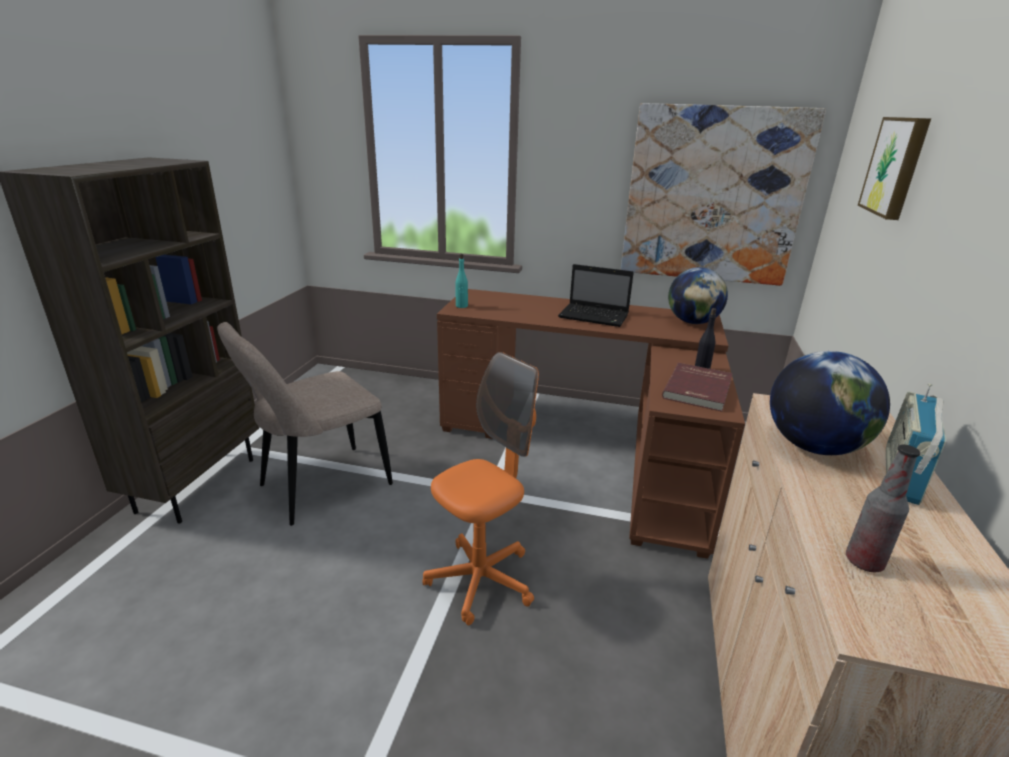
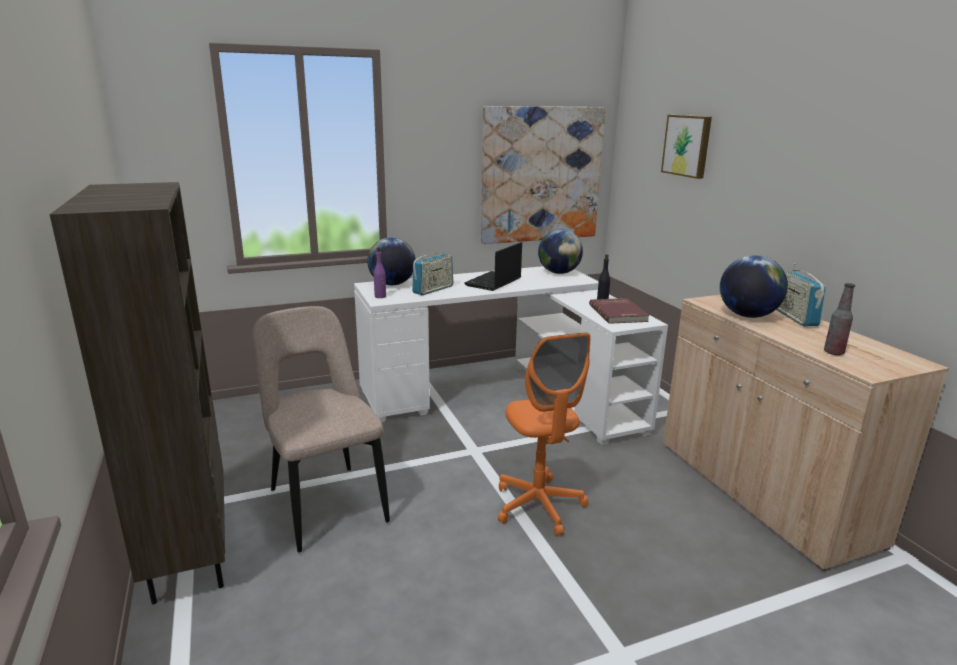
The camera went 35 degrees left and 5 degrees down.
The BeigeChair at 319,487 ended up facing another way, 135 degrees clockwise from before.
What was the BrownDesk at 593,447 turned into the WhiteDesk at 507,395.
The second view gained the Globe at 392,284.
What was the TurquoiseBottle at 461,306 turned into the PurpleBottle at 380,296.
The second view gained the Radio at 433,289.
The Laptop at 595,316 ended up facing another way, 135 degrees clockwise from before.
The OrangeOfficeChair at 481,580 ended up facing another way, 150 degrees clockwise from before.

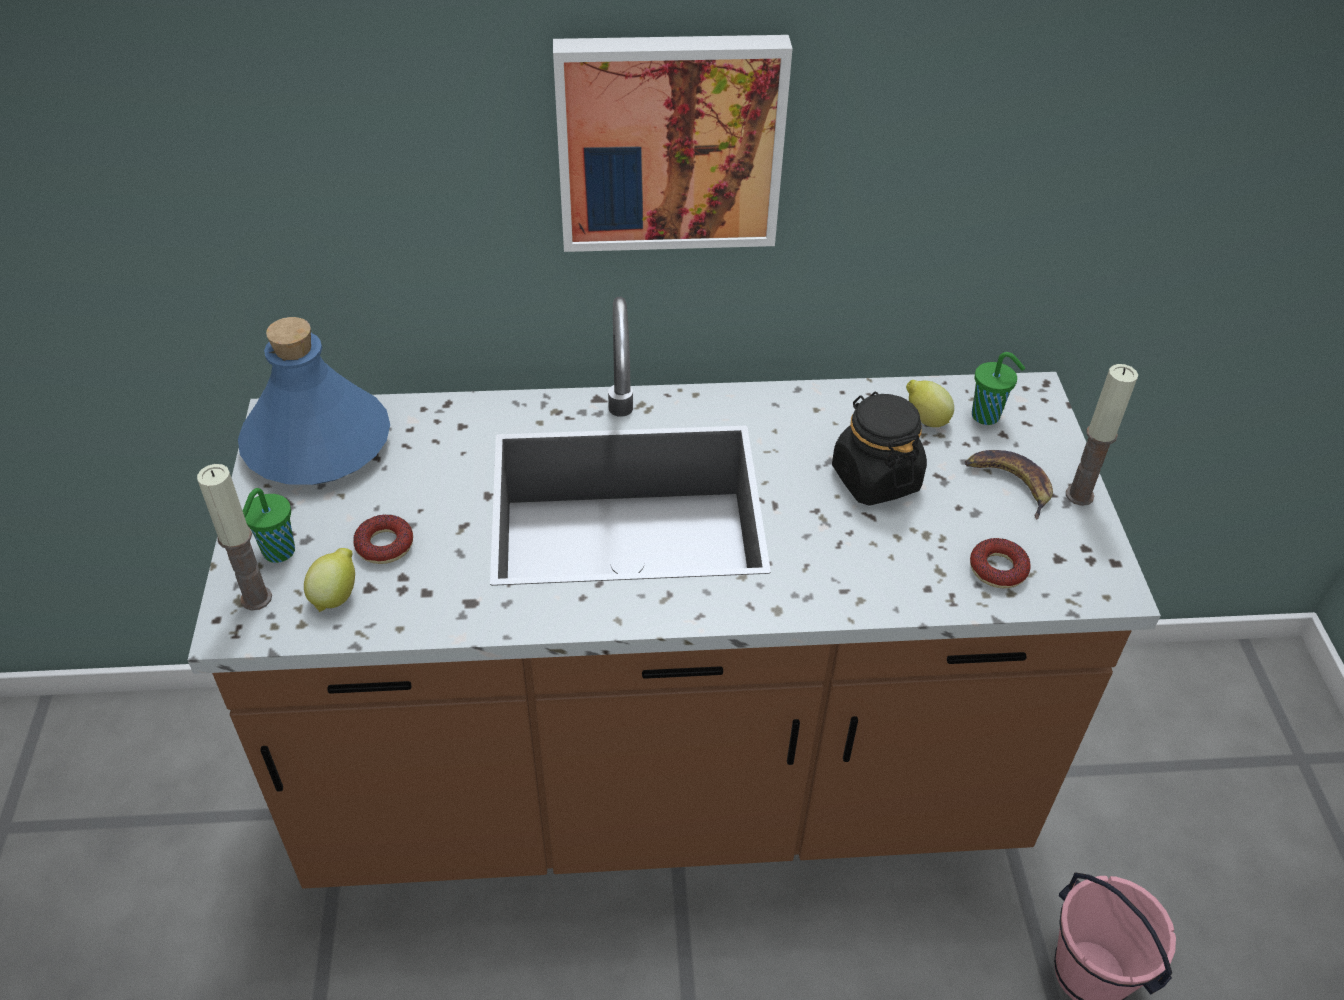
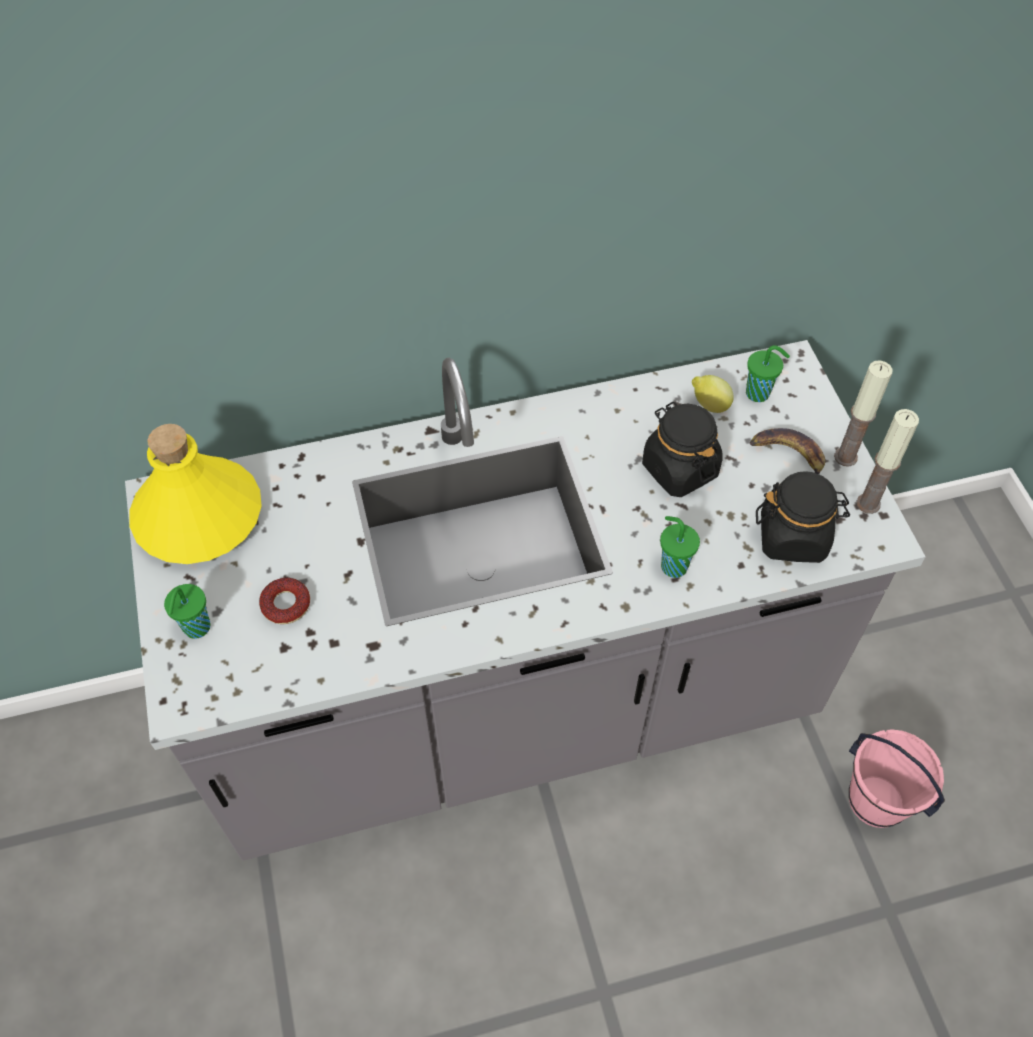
The camera went 10 degrees left and 10 degrees up.
What was the BrownCounter at 665,787 turned into the GreyCounter at 516,711.
What was the BlueBottle at 316,443 turned into the YellowBottle at 198,516.
The second view gained the GreenCup at 672,565.
Where the Donut stood at 998,569, the BlackJar came to stand at 793,537.
The Candle ended up elsewhere, having gone from 256,598 to 868,503.
The second view lost the Lemon at 336,596.
The second view lost the Picture at 669,141.

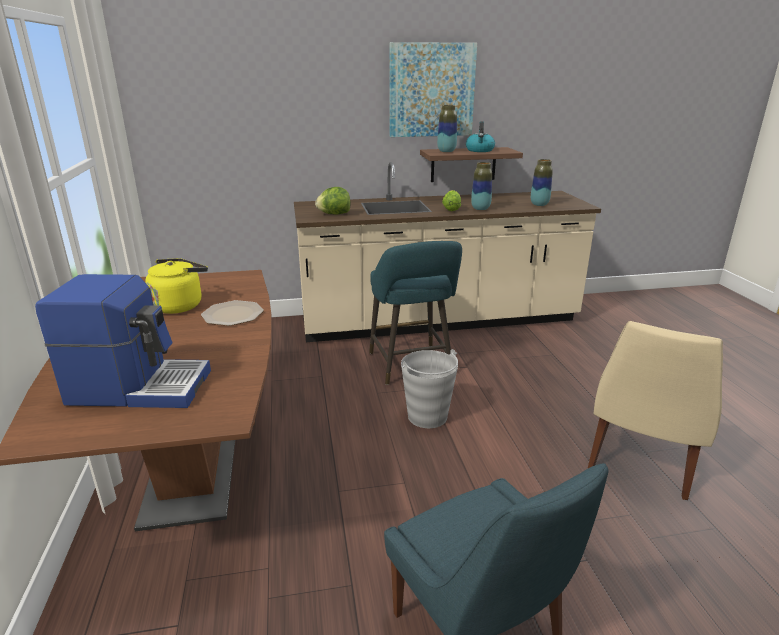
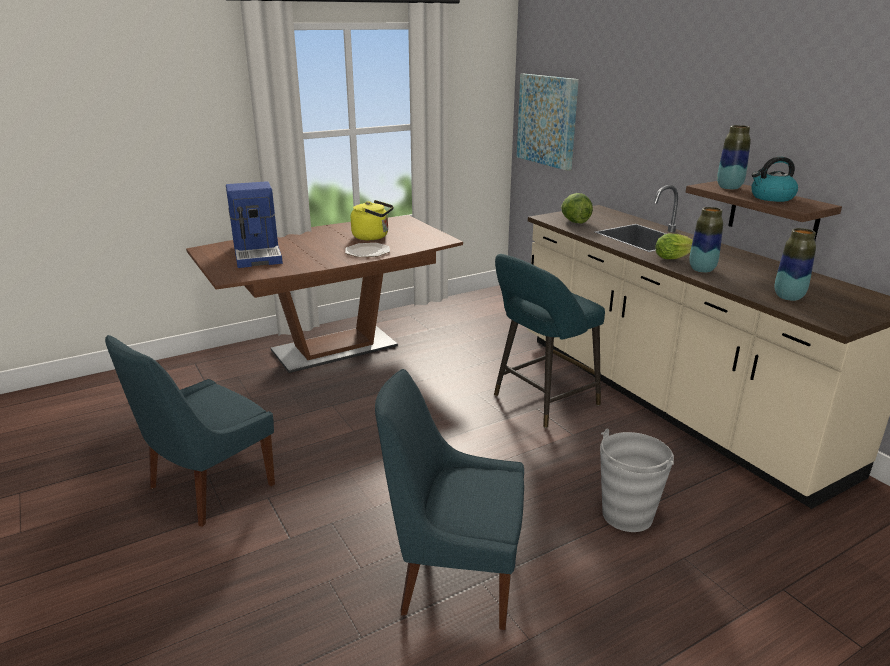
The camera went 70 degrees right and 0 degrees up.
What was the BeigeChair at 640,463 turned into the BlueChair at 454,577.
The Picture ended up elsewhere, having gone from 431,90 to 547,120.
The GreyBucket ended up elsewhere, having gone from 427,417 to 626,515.

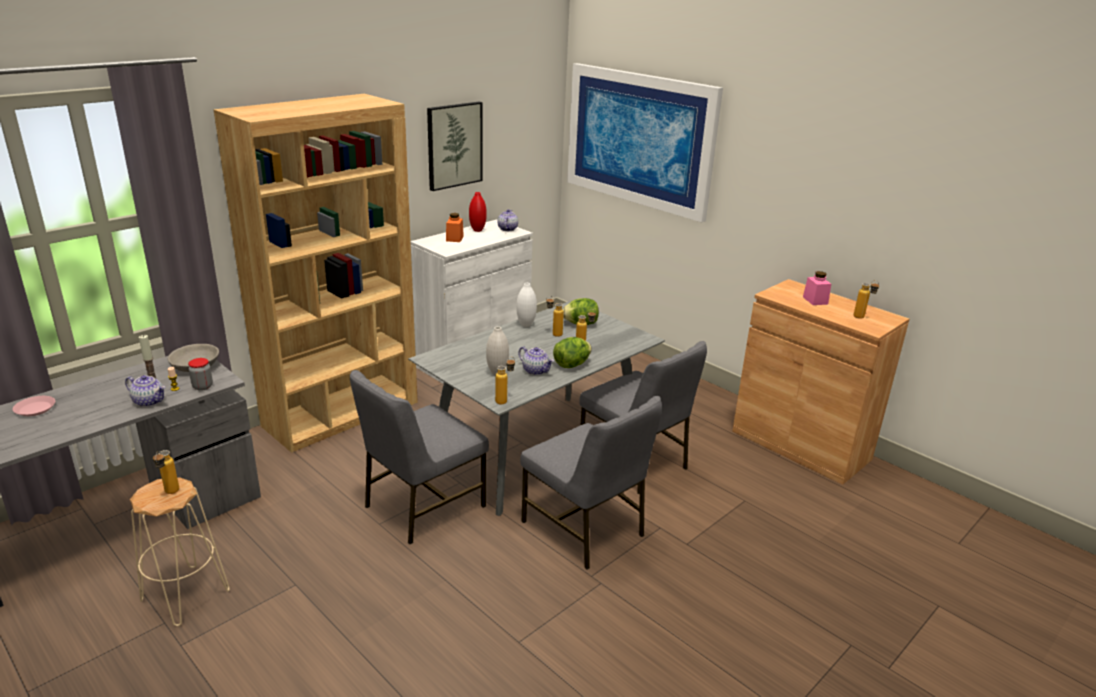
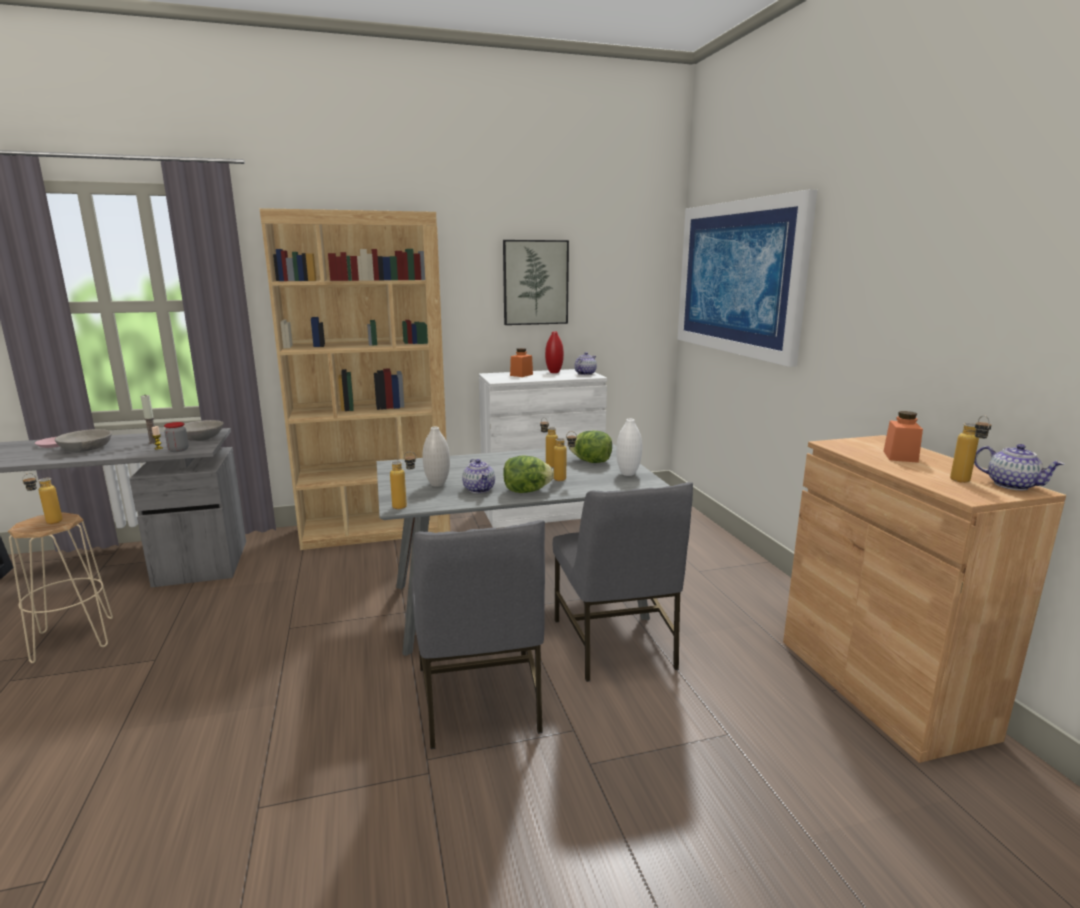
The camera went 30 degrees right and 10 degrees down.
The second view gained the GreyBowl at 86,449.
The WhiteVase ended up elsewhere, having gone from 526,324 to 628,474.
What was the PinkJar at 815,300 turned into the OrangeJar at 900,456.
The Teapot ended up elsewhere, having gone from 149,401 to 1012,485.
The second view lost the GreyChair at 422,506.

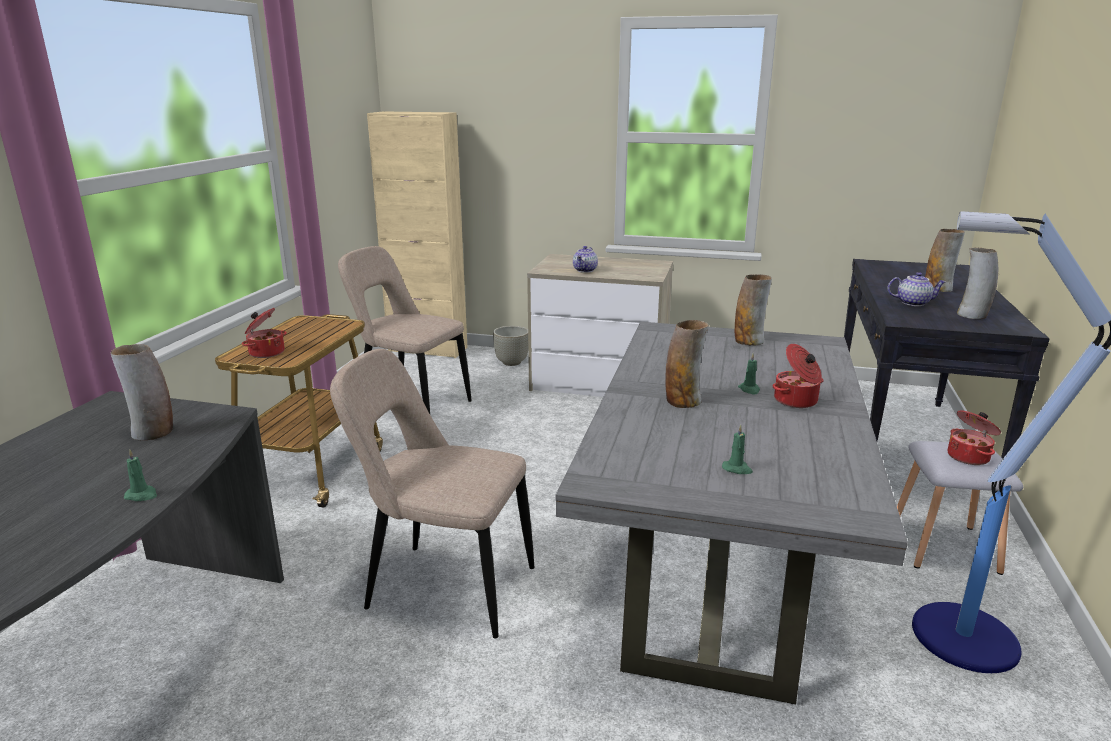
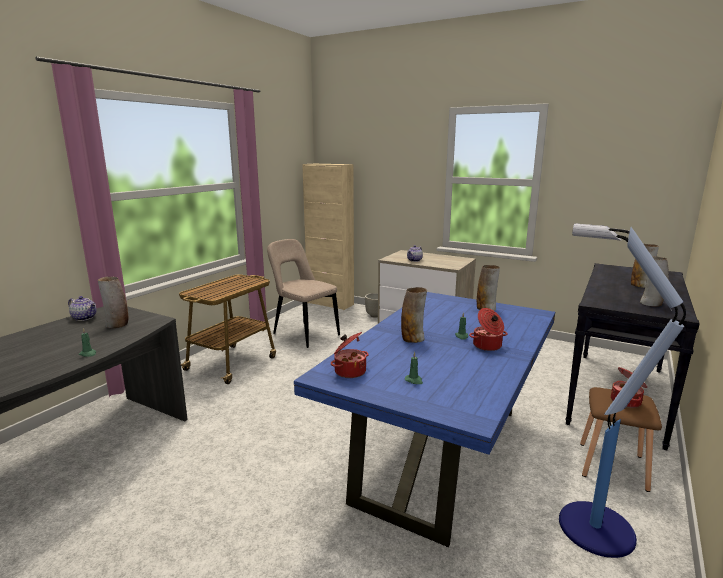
The camera went 15 degrees right and 5 degrees down.
The Teapot ended up elsewhere, having gone from 913,303 to 85,318.
What was the GreyDiningTable at 715,566 turned into the BlueDiningTable at 440,452.
The CookingPot ended up elsewhere, having gone from 266,352 to 349,371.
What was the GreyStool at 945,547 turned into the BrownStool at 613,466.
The second view lost the BeigeChair at 444,587.

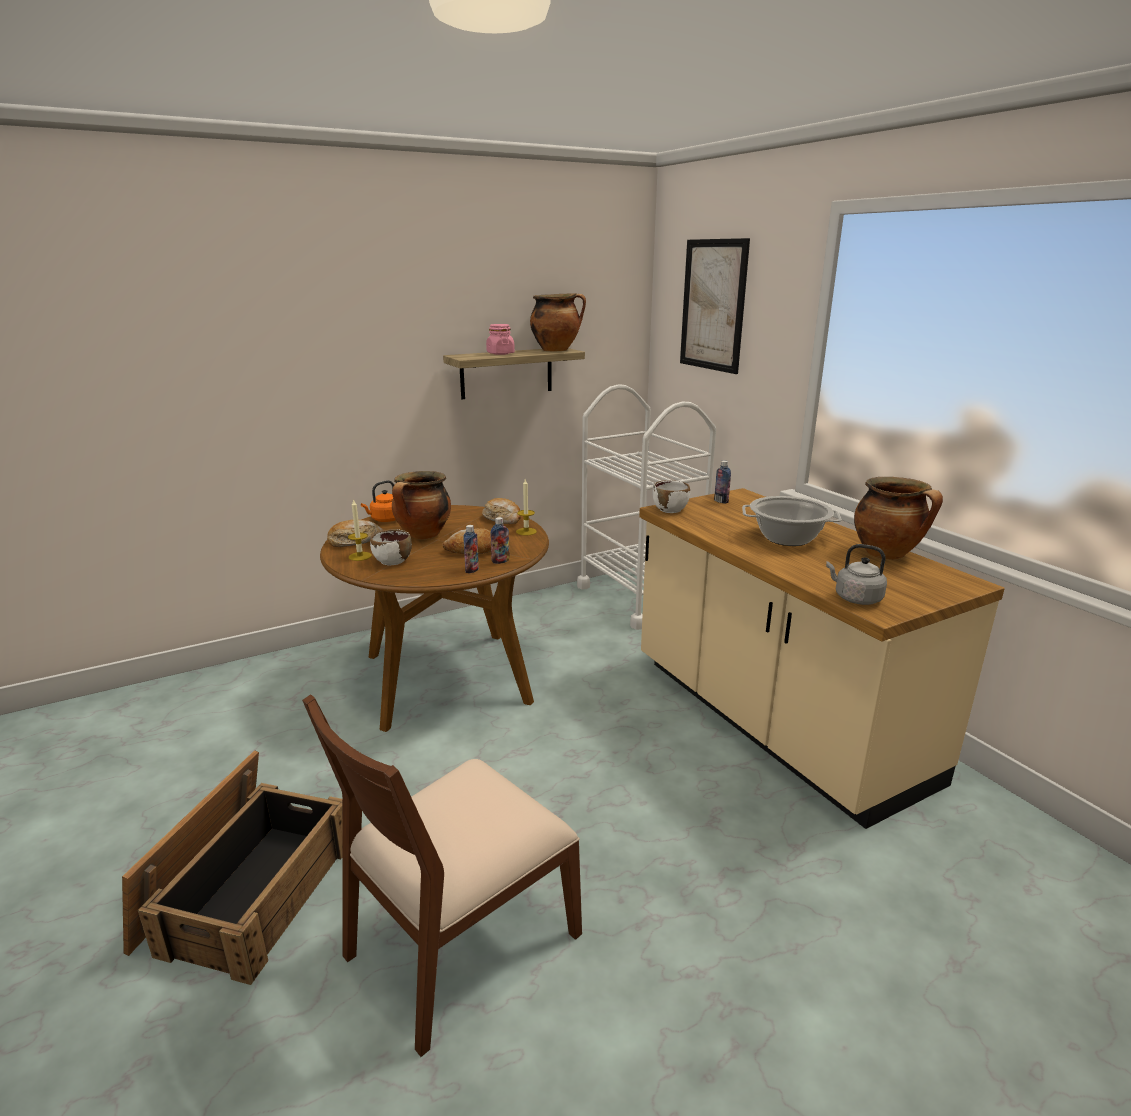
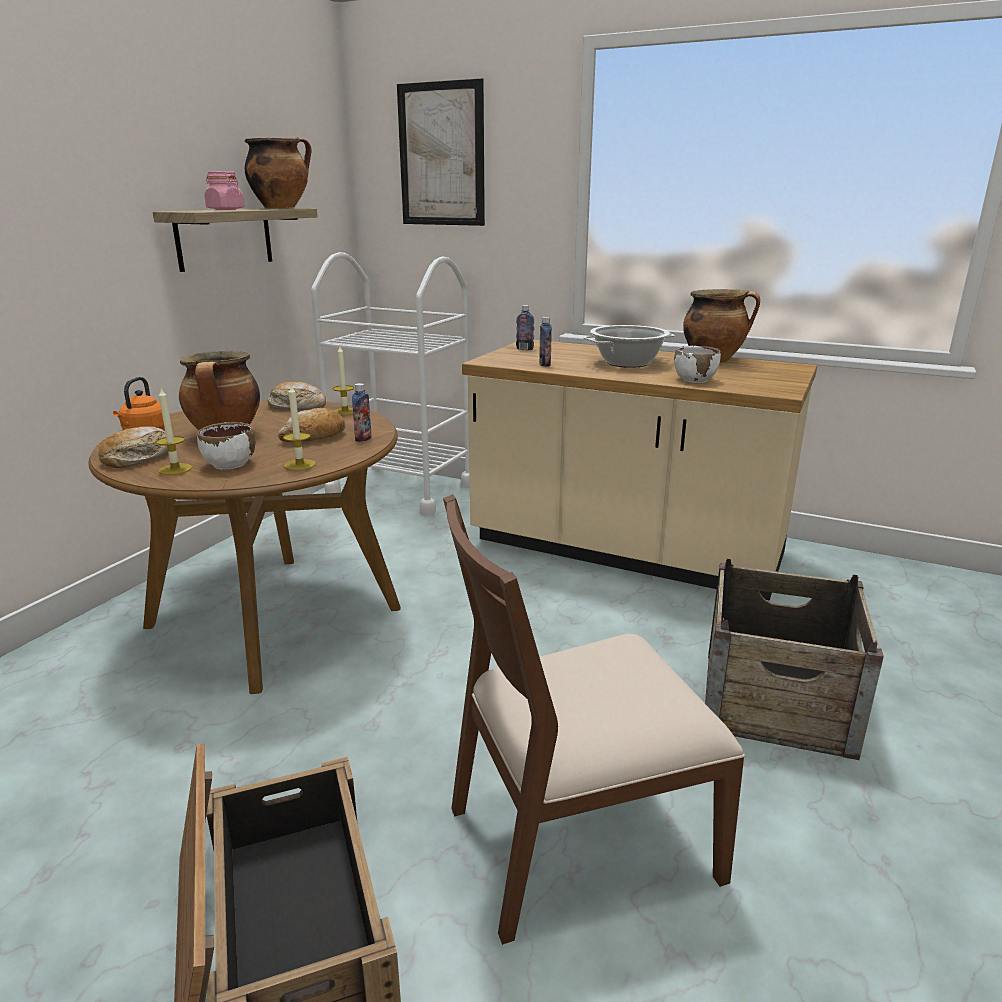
The camera went 35 degrees left and 0 degrees up.
The second view gained the Candle at 300,465.
The BrownChair at 459,942 ended up facing another way, 60 degrees clockwise from before.
The Bottle ended up elsewhere, having gone from 472,570 to 545,364.
The WhiteBowl ended up elsewhere, having gone from 670,509 to 695,380.
The second view gained the Crate at 777,700.
The second view lost the GreyKettle at 855,598.

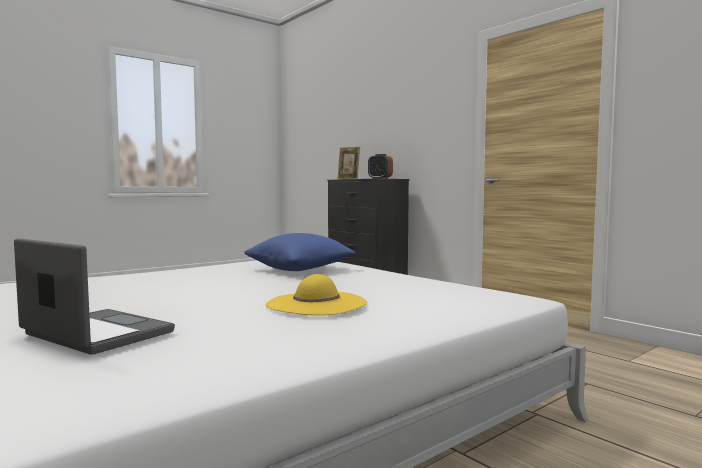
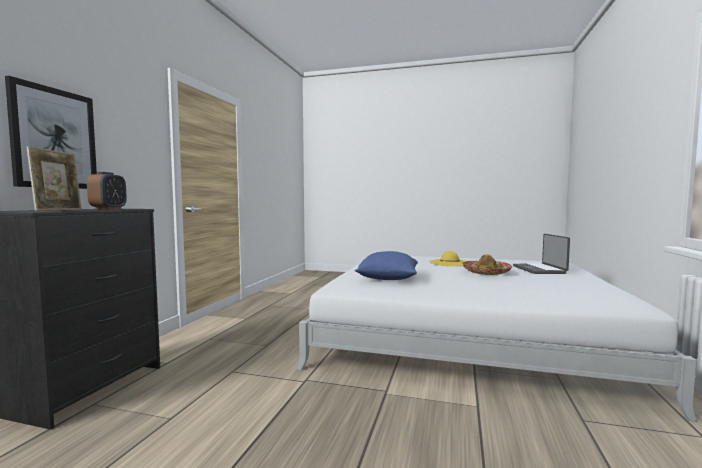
The camera went 125 degrees left and 0 degrees up.
The second view gained the Picture at 54,138.
The second view gained the Hat at 486,272.

